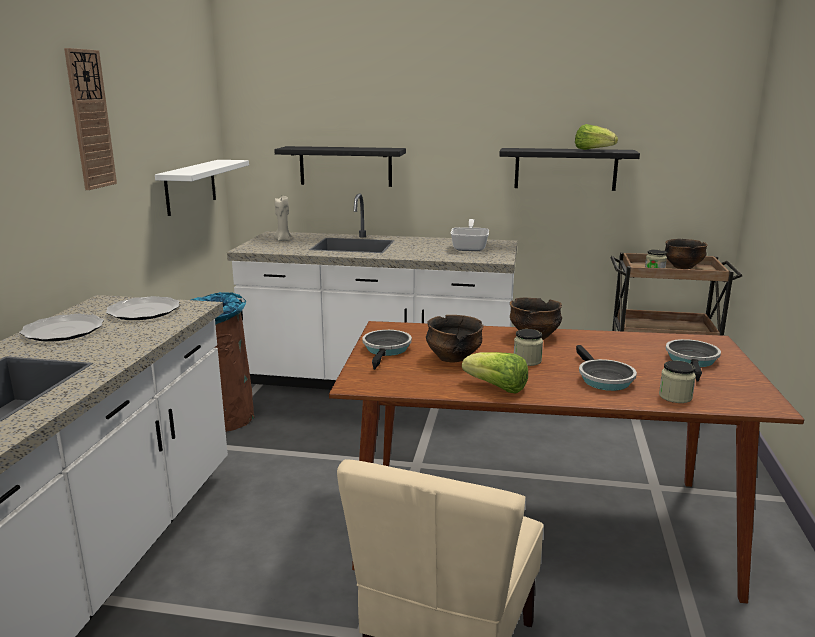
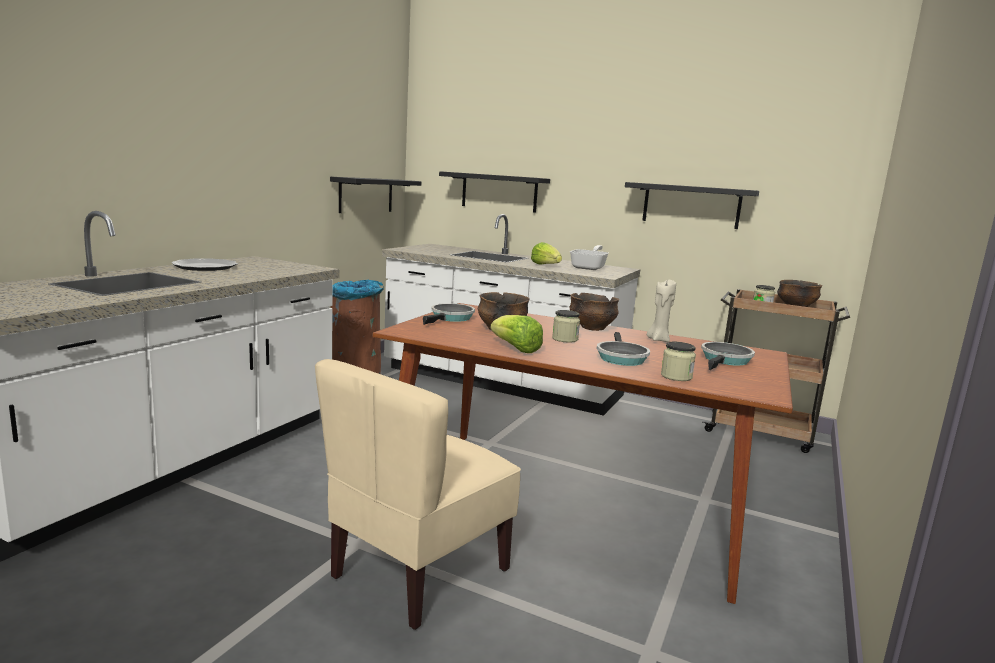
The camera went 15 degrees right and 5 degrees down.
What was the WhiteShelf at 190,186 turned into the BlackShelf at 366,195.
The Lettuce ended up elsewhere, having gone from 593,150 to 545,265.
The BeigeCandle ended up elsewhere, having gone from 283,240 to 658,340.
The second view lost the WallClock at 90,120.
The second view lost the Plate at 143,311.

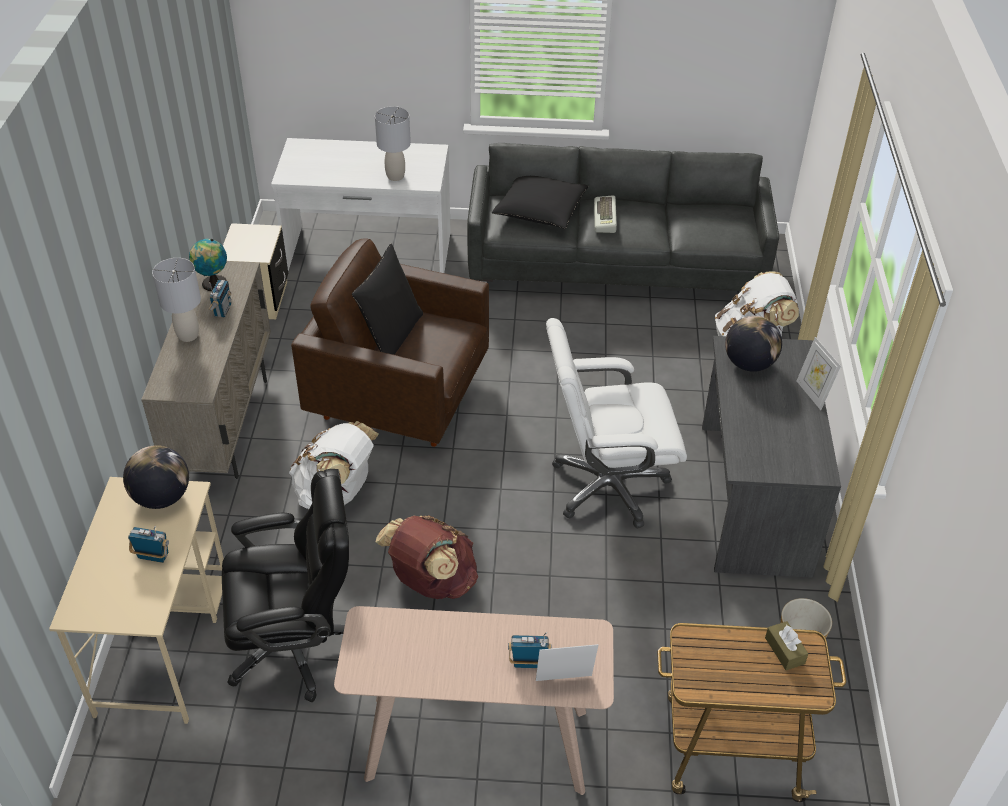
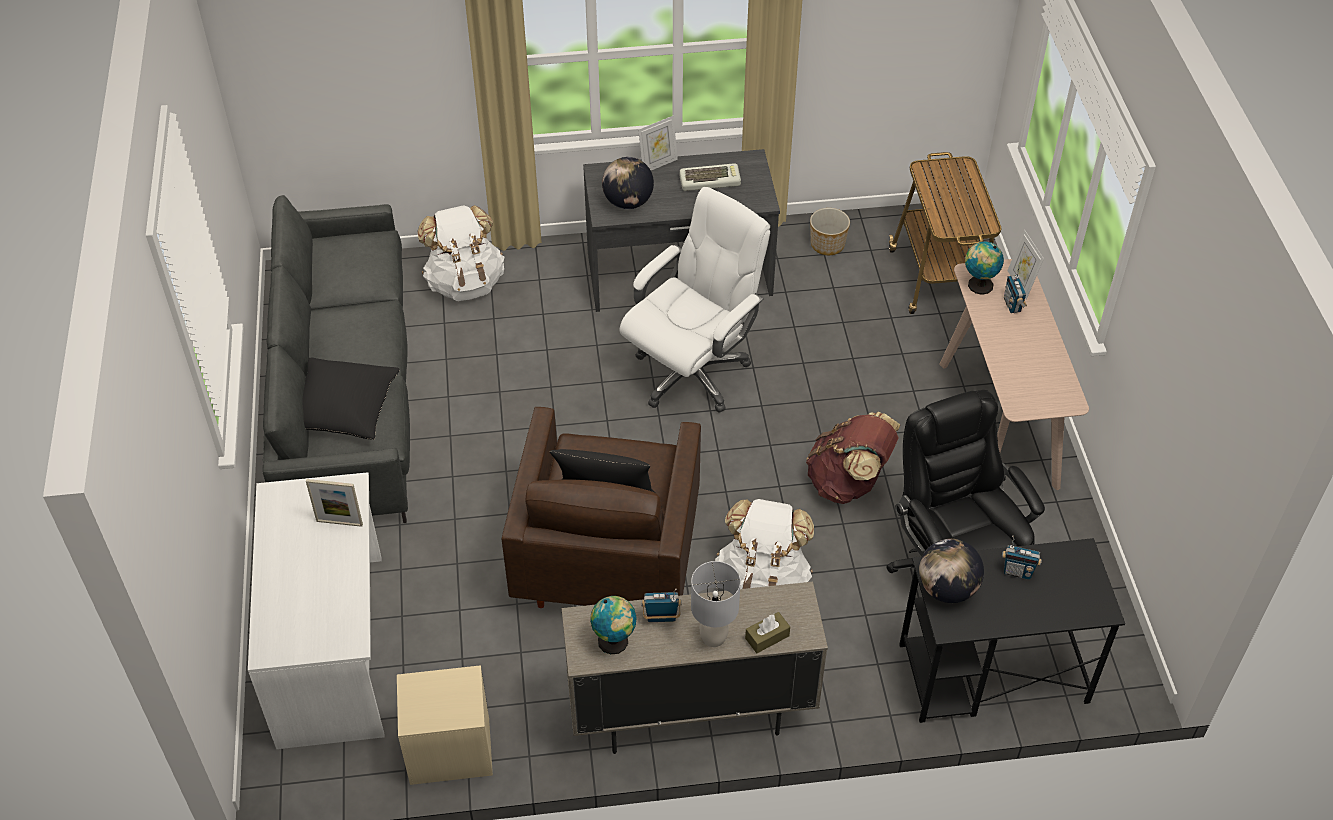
The camera went 100 degrees left and 5 degrees up.
Where the GreyTableLamp stood at 395,176, the PictureFrame came to stand at 339,523.
The WhiteOfficeChair at 607,486 ended up facing another way, 120 degrees counterclockwise from before.
The Keyboard ended up elsewhere, having gone from 606,218 to 710,180.
The BrownTissueBox ended up elsewhere, having gone from 784,650 to 767,637.
What was the BeigeDesk at 164,643 turned into the BlackDesk at 991,674.
The second view gained the Globe at 978,285.
The Radio at 153,556 ended up facing another way, 75 degrees counterclockwise from before.

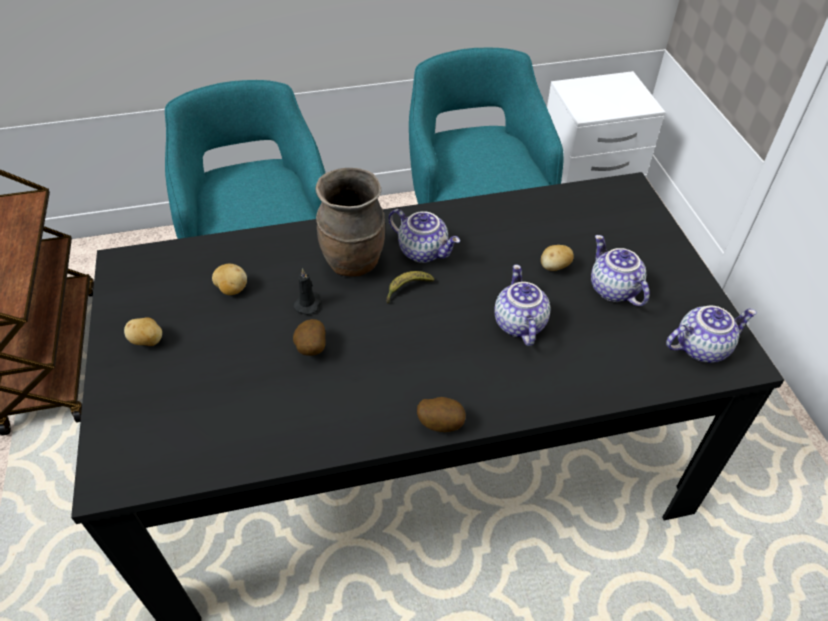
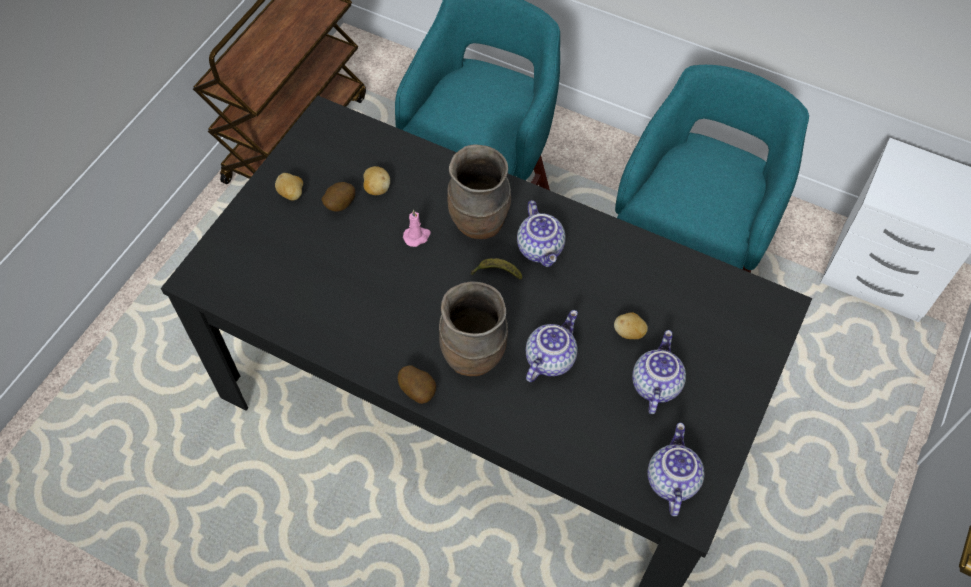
The camera went 40 degrees right and 10 degrees up.
The Potato ended up elsewhere, having gone from 311,349 to 339,205.
What was the BlackCandle at 308,304 turned into the PinkCandle at 417,236.
The second view gained the BrownVase at 474,358.
The Teapot at 701,346 ended up facing another way, 105 degrees counterclockwise from before.

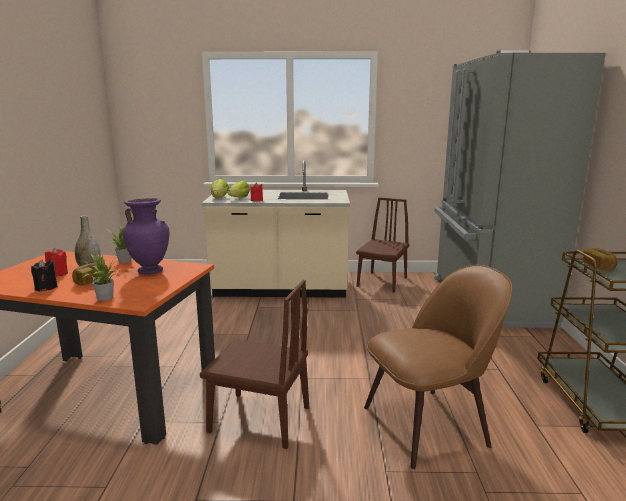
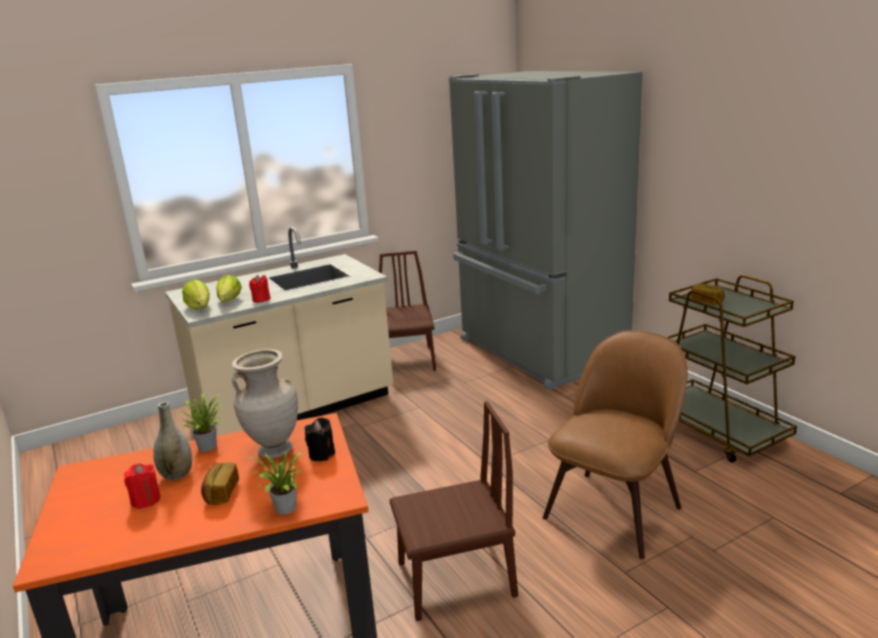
The camera went 30 degrees left and 5 degrees up.
What was the PurpleVase at 150,271 turned into the BeigeVase at 274,450.
The BlackCandle ended up elsewhere, having gone from 46,288 to 322,454.

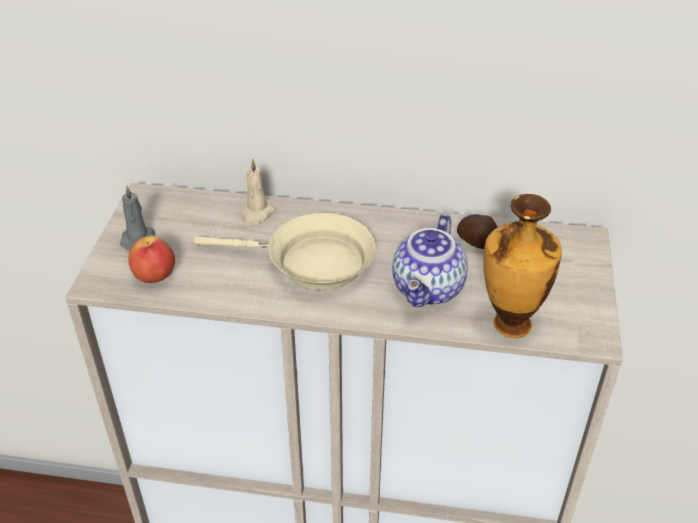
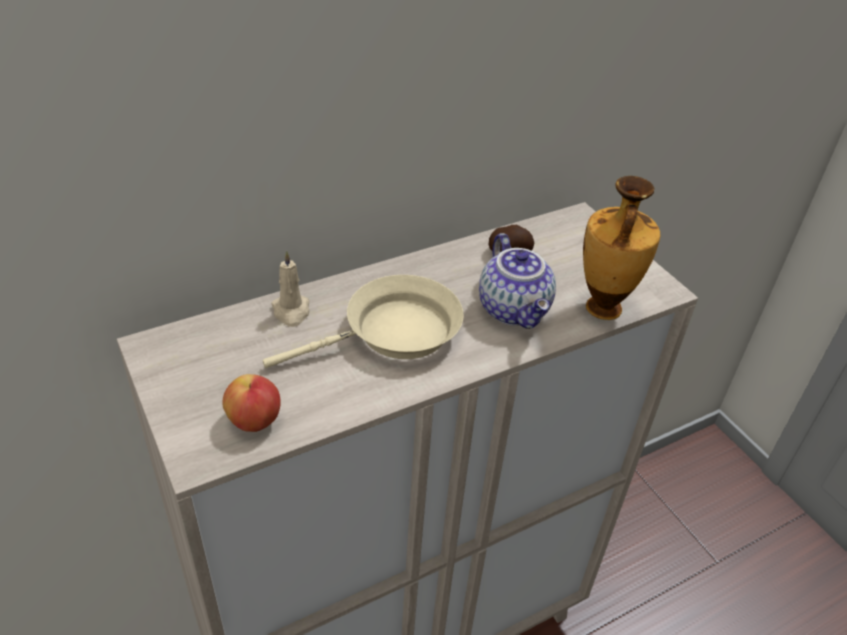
The camera went 40 degrees left and 0 degrees up.
The second view lost the GreyCandle at 138,238.

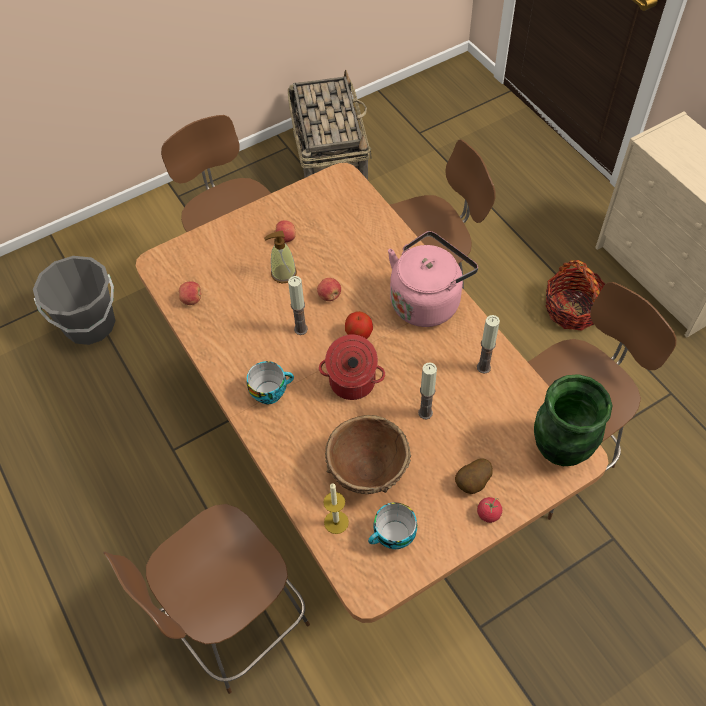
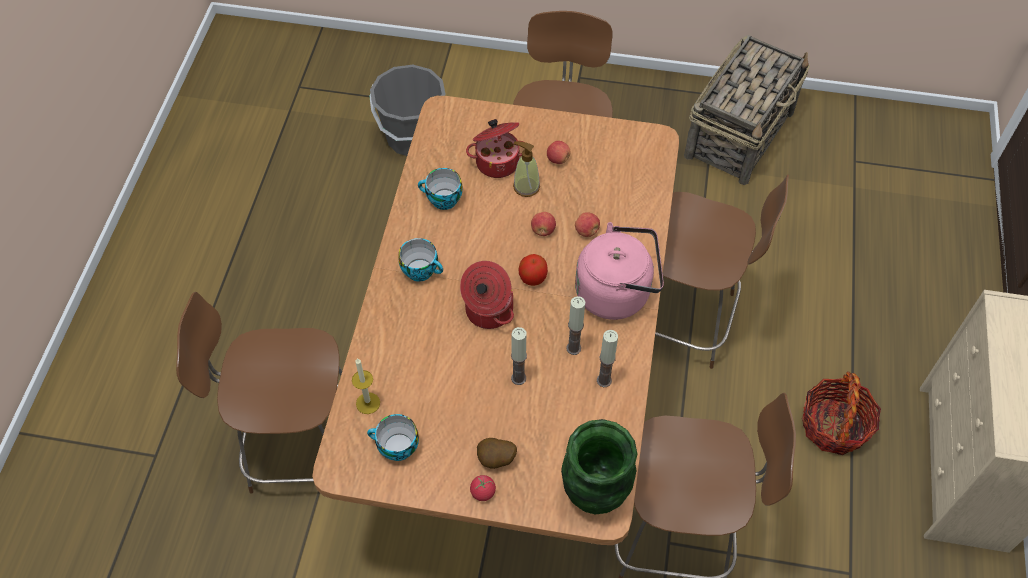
The camera went 40 degrees right and 0 degrees up.
The second view gained the Cup at 442,200.
The second view gained the CookingPot at 497,161.
The Candle ended up elsewhere, having gone from 301,329 to 573,348.
The Apple ended up elsewhere, having gone from 192,299 to 586,231.
The second view lost the BrownBowl at 367,472.

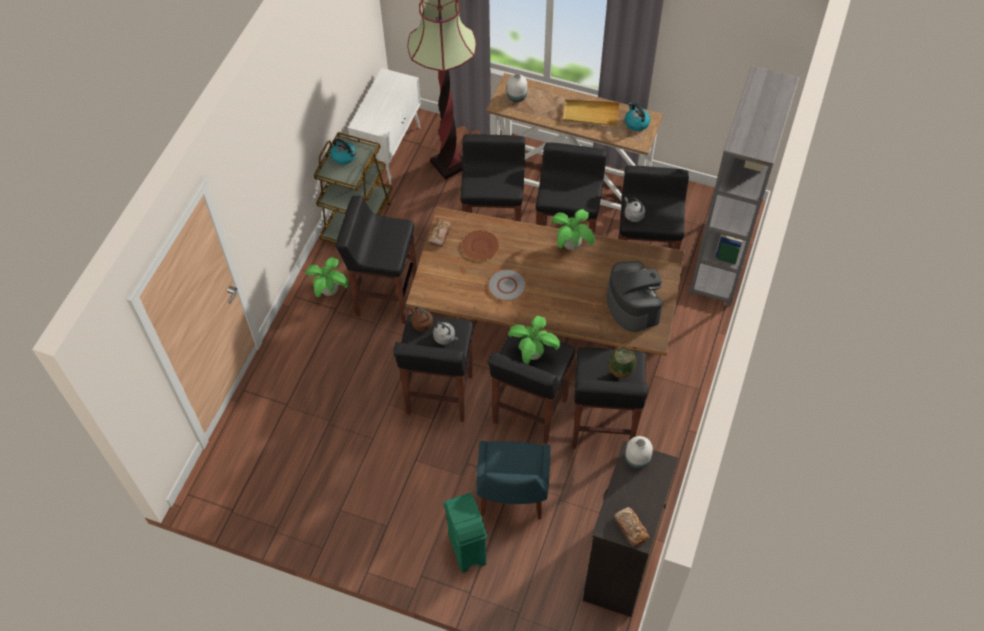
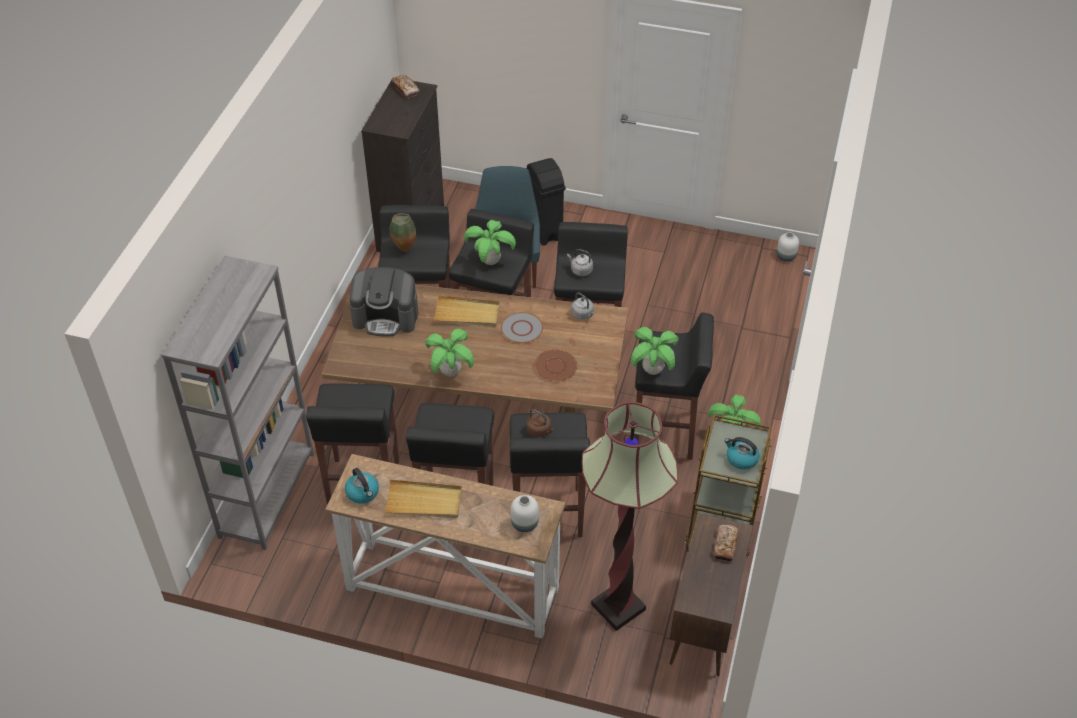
The camera went 175 degrees right and 10 degrees down.
The CoffeeMachine at 632,305 ended up facing another way, 60 degrees counterclockwise from before.
The second view gained the BeigeTray at 467,314.
What was the GreenTrashCan at 467,550 turned into the BlackTrashCan at 545,231.
The BrownKettle ended up elsewhere, having gone from 421,323 to 540,431.
The GreyKettle ended up elsewhere, having gone from 633,215 to 583,315.
The second view gained the PottedPlant at 653,370.
What was the WhiteCabinet at 390,150 turned into the BrownCabinet at 704,624.
The Bread ended up elsewhere, having gone from 440,234 to 725,545.
The WhiteVase ended up elsewhere, having gone from 636,459 to 786,256.

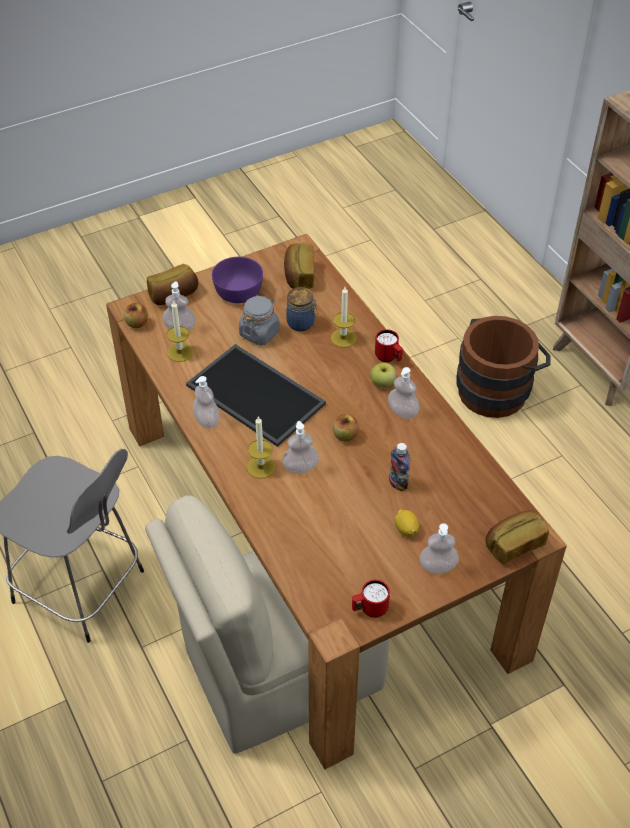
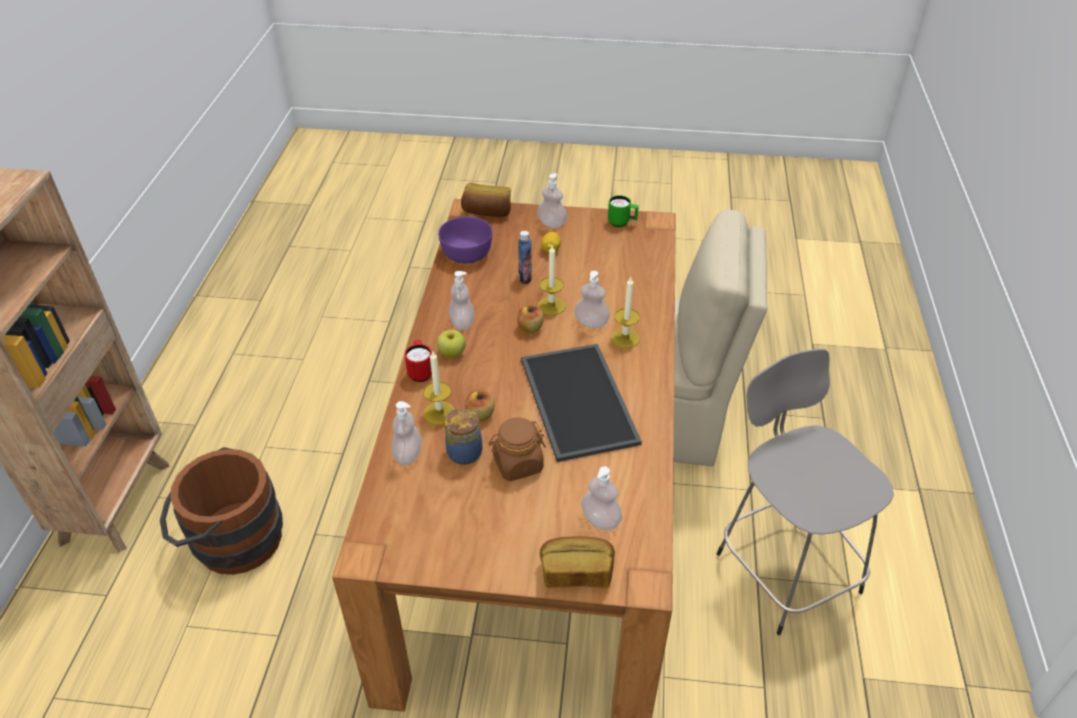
The camera went 145 degrees left and 5 degrees down.
The SoapDispenser ended up elsewhere, having gone from 207,420 to 408,455.
The PurpleBowl ended up elsewhere, having gone from 239,291 to 465,253.
The Apple ended up elsewhere, having gone from 137,323 to 480,415.
What was the GreyJar at 259,333 turned into the BrownJar at 517,464.
The Candle ended up elsewhere, having gone from 180,352 to 551,306.
What was the RedMug at 369,609 turned into the GreenMug at 622,223.
The second view lost the Bread at 299,276.

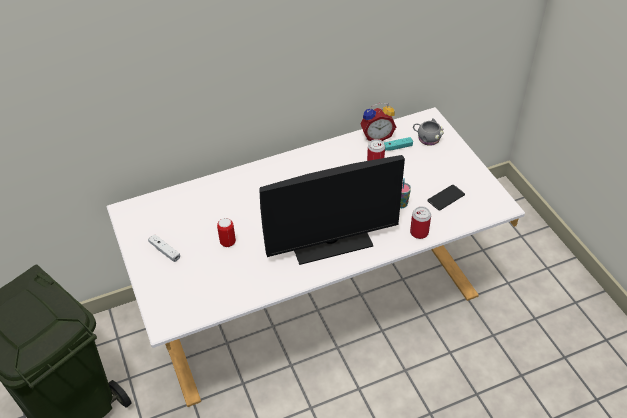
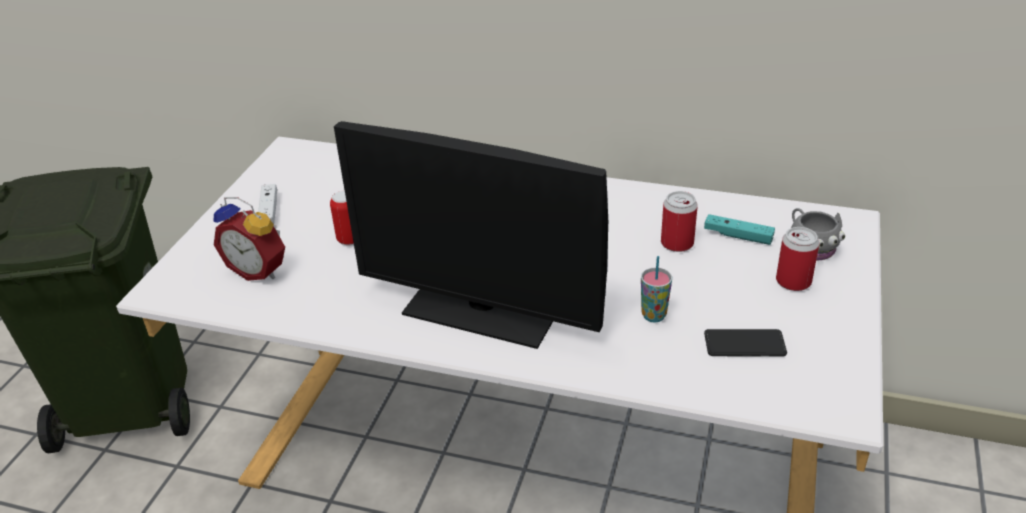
The camera went 40 degrees right and 10 degrees down.
The AlarmClock ended up elsewhere, having gone from 376,136 to 259,270.
The Can ended up elsewhere, having gone from 419,232 to 793,281.

